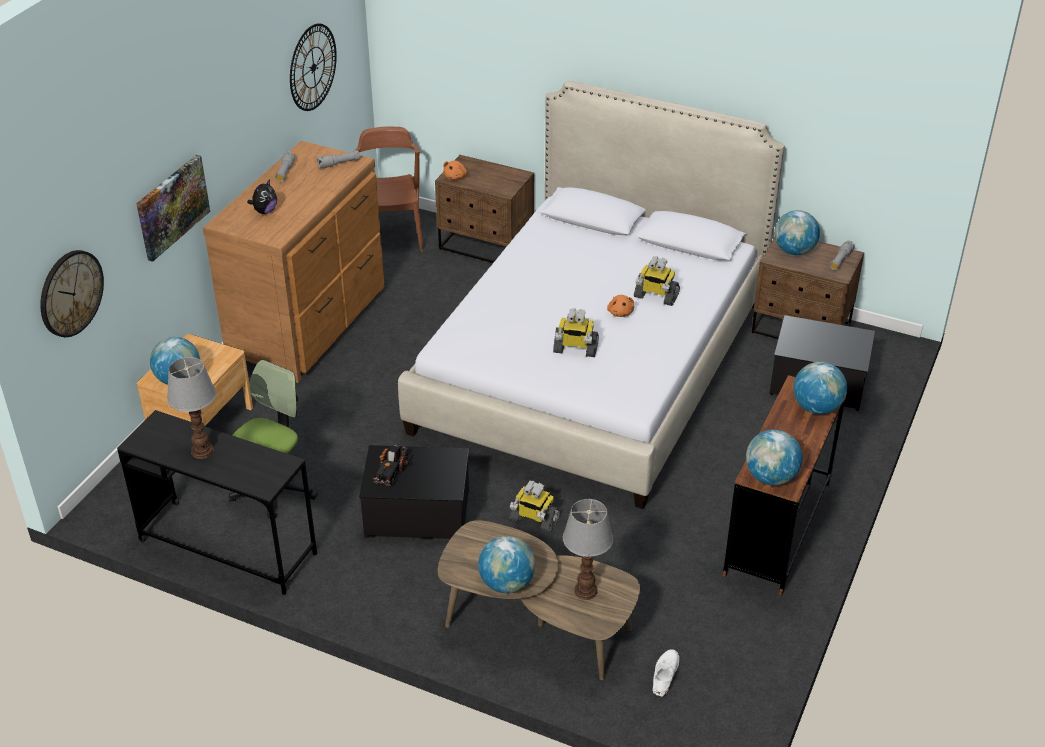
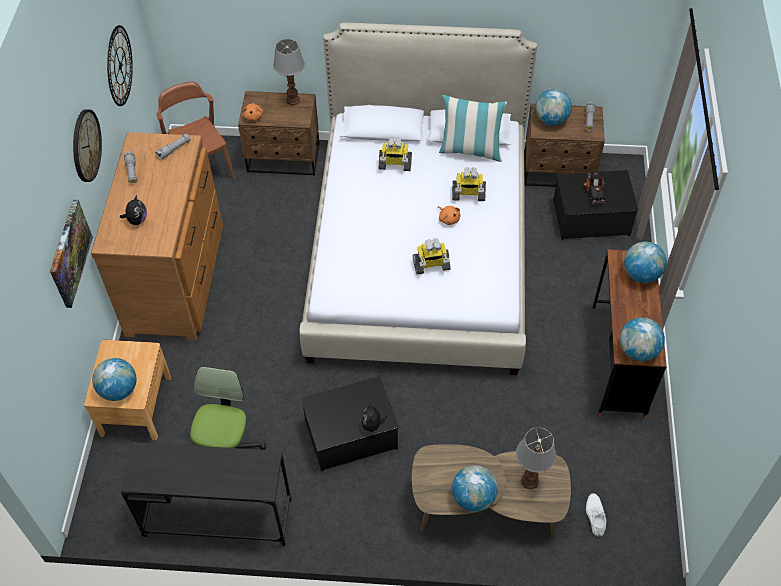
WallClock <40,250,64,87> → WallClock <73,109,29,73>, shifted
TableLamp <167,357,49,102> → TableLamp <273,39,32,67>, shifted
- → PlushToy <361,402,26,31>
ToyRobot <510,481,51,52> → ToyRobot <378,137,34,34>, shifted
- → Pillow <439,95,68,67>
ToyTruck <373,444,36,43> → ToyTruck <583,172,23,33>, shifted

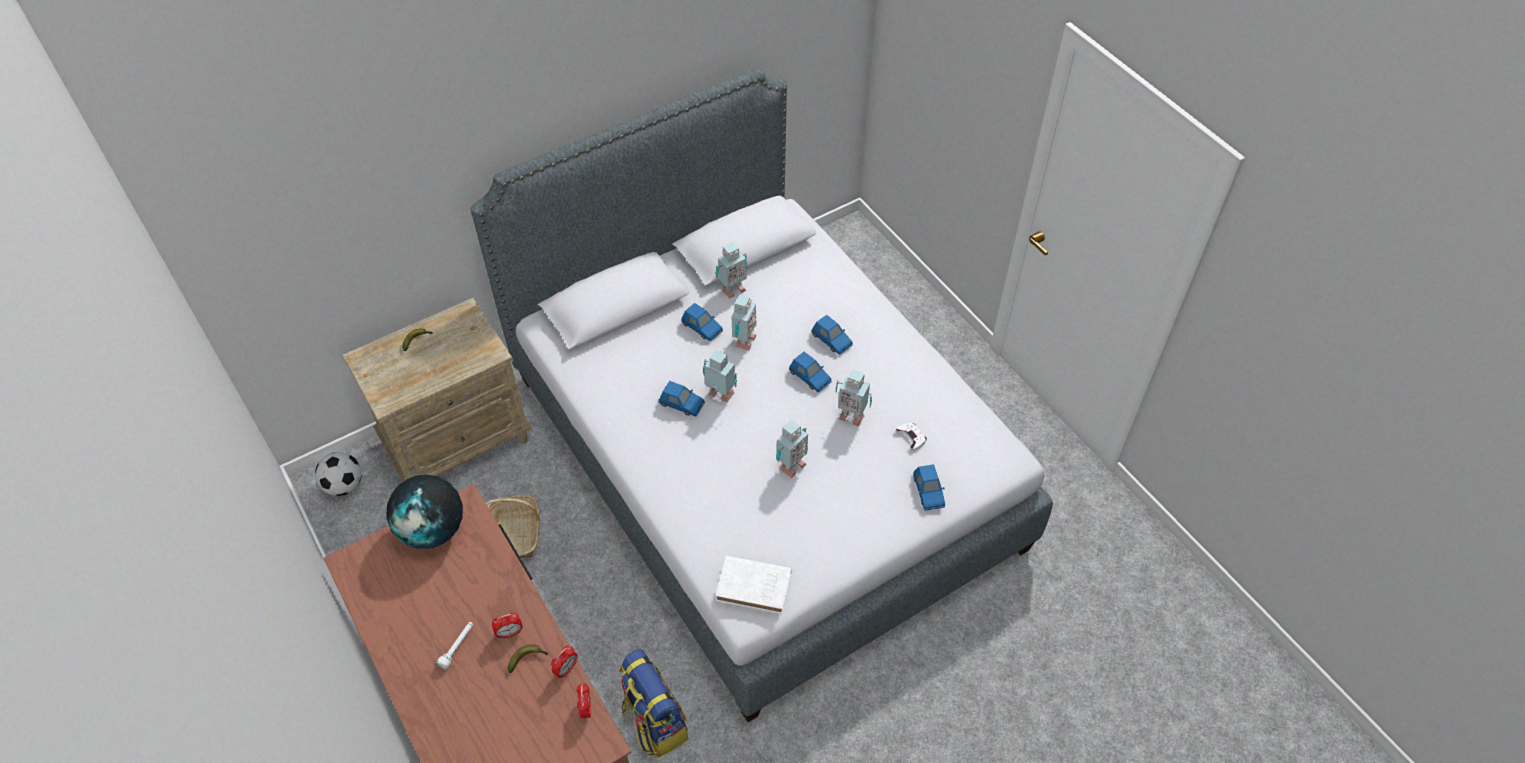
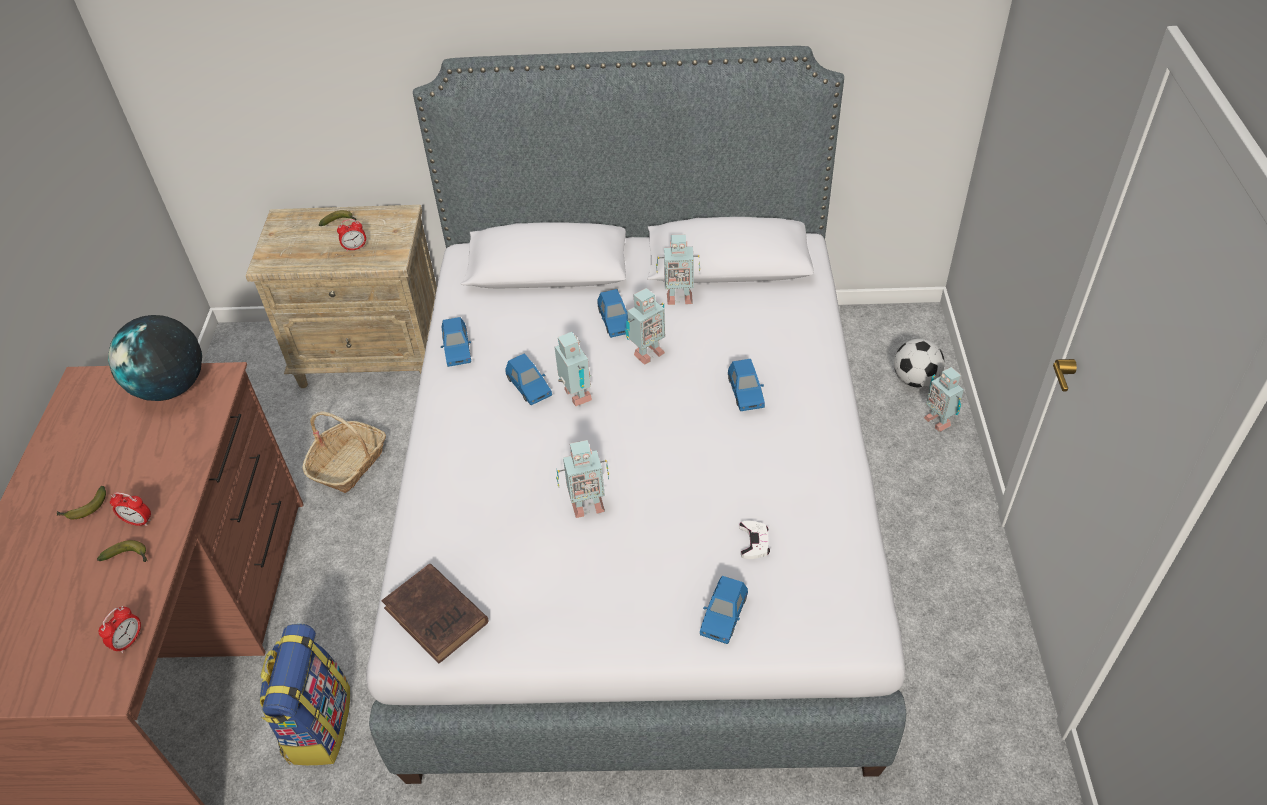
WhiteFlashlight <436,622,37,48> → Banana <57,486,49,33>
AlarmClock <551,646,27,32> → AlarmClock <337,219,29,33>, shifted
WhiteBook <716,556,76,58> → BrownBook <382,564,106,99>
BlueToyCar <789,352,43,40> → BlueToyCar <441,317,30,50>, shifted
Football <315,452,47,44> → Football <894,339,51,49>, shifted
ToyRobot <836,370,36,57> → ToyRobot <924,367,40,65>, shifted

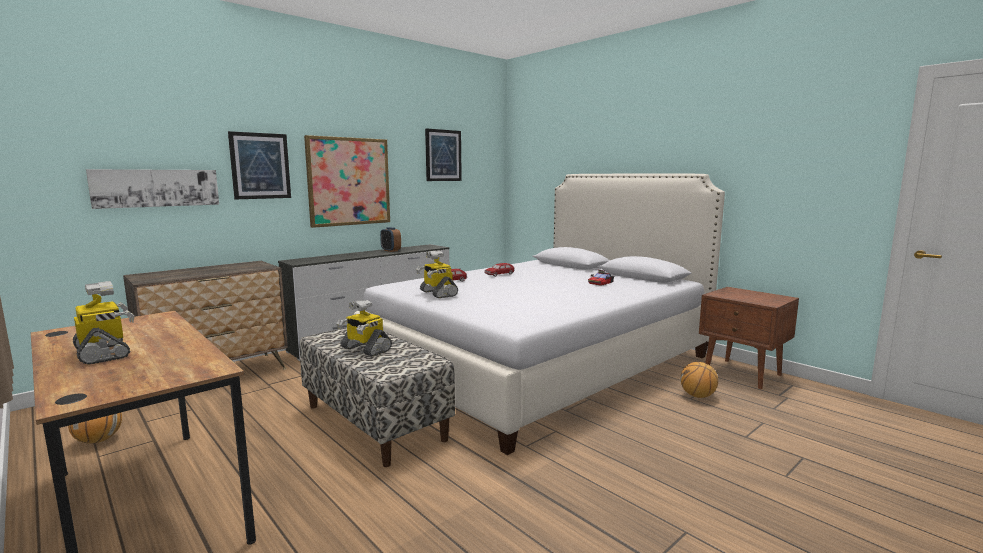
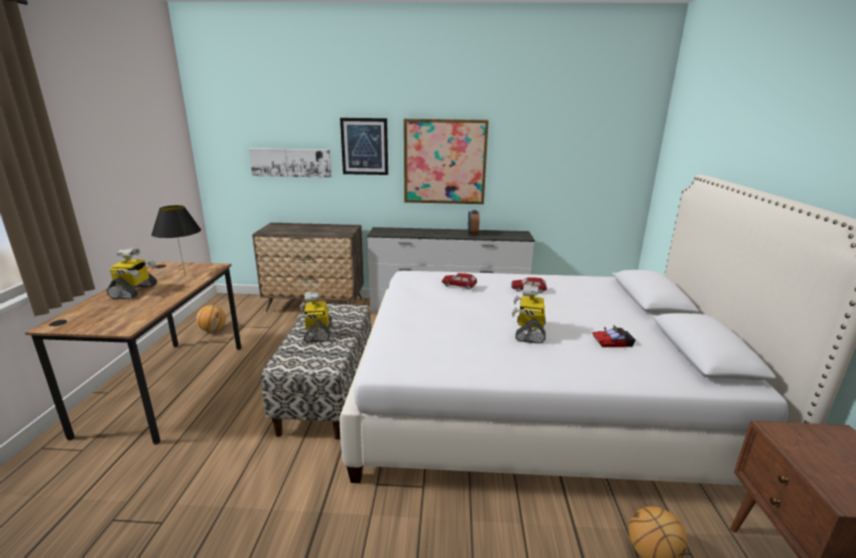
- → BlackTableLamp <151,205,50,69>
ToyRobot <416,251,42,47> → ToyRobot <512,284,34,60>, shifted
Picture <425,128,37,53> → -

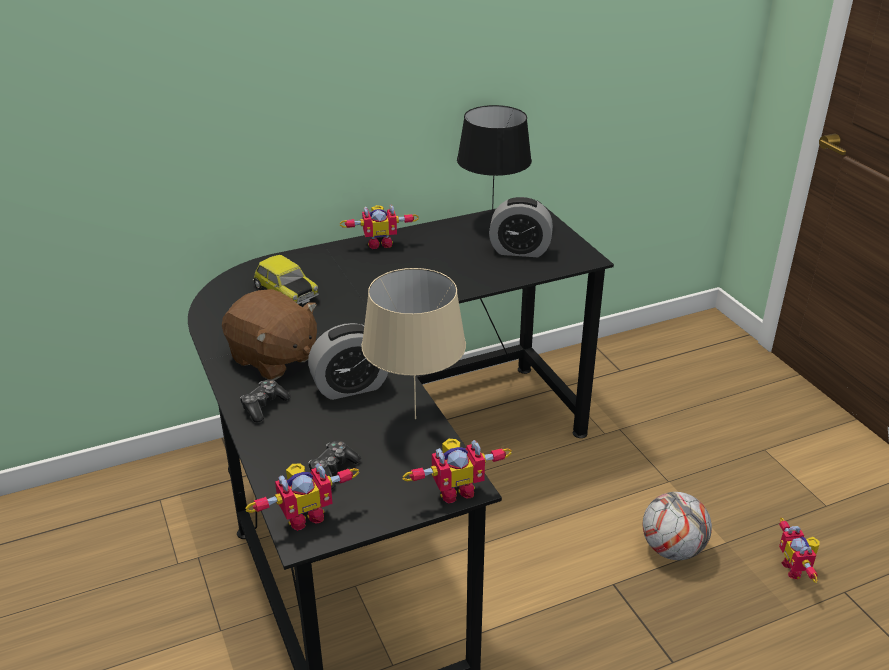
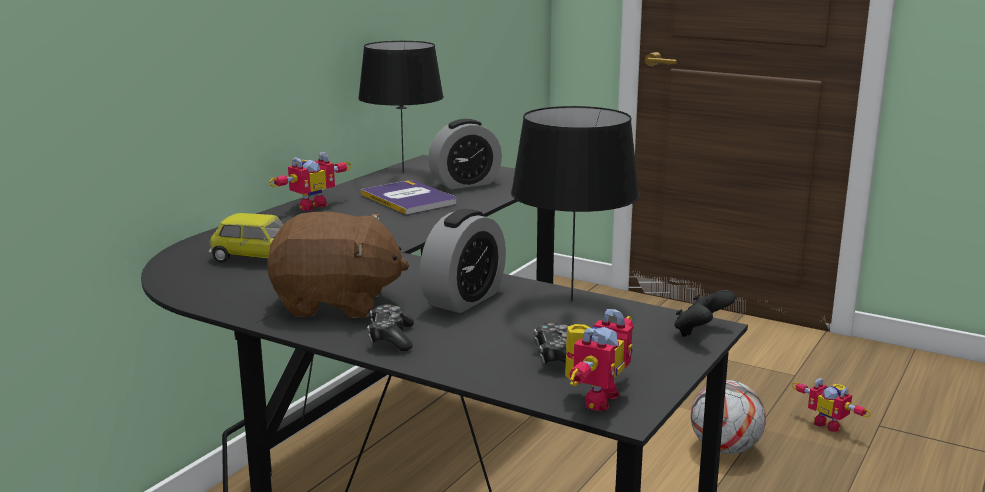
- → Book <360,180,96,35>
BeigeTableLamp <361,268,105,151> → BlackTableLamp <511,106,128,196>
ToyRobot <403,439,109,65> → BlackGameController <674,290,62,47>

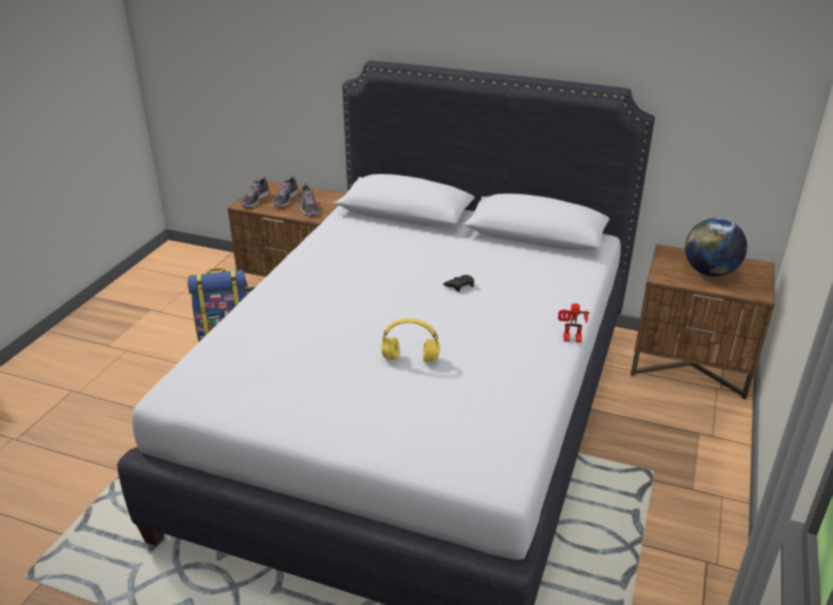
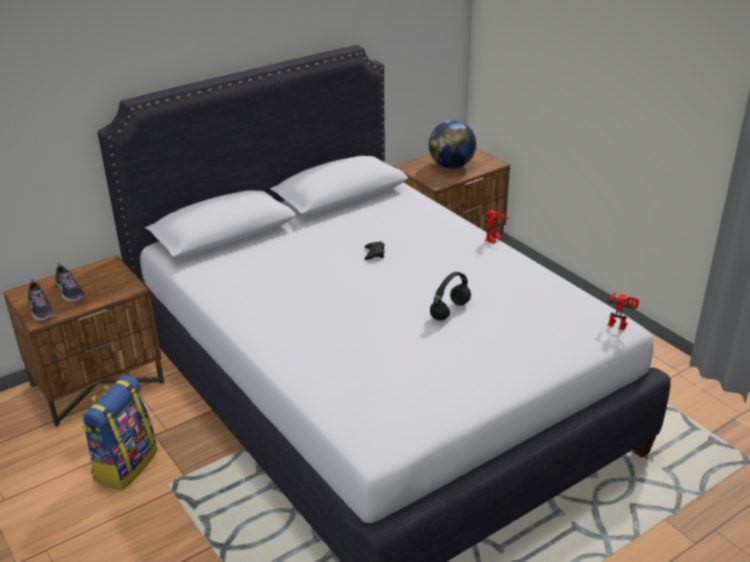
YellowHeadphones <381,318,59,44> → BlackHeadphones <430,272,41,49>
- → ToyRobot <607,293,32,37>
Shoe <300,183,19,32> → -

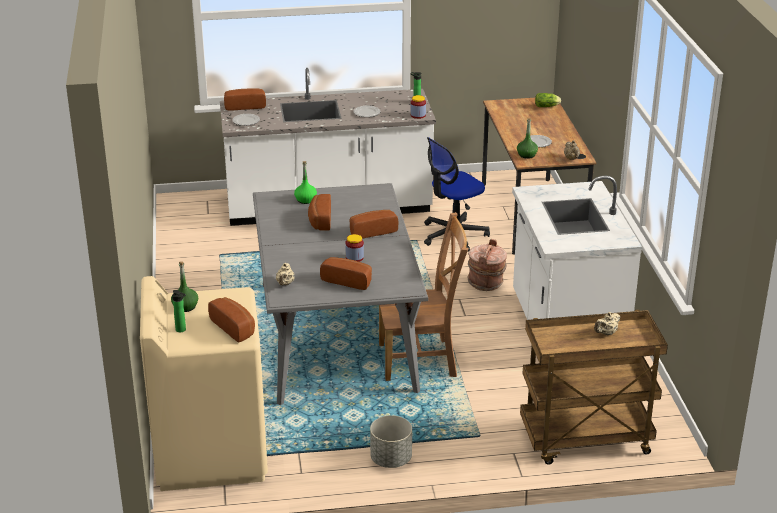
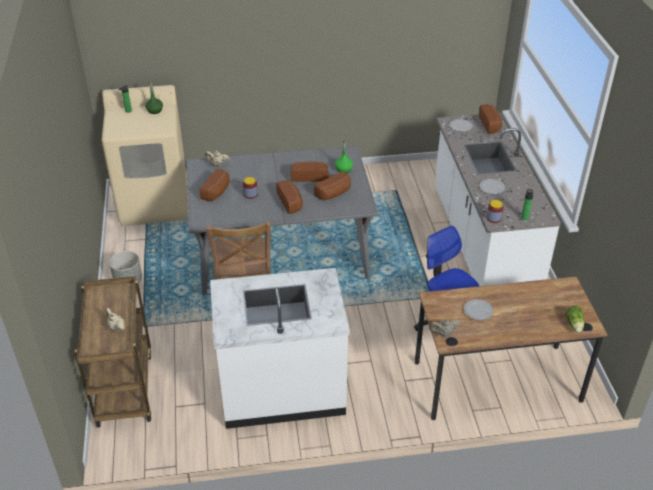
Bread <208,297,47,45> → Bread <314,172,37,29>, shifted
BrownBucket <468,239,39,52> → -
GreenBottle <517,118,21,41> → -

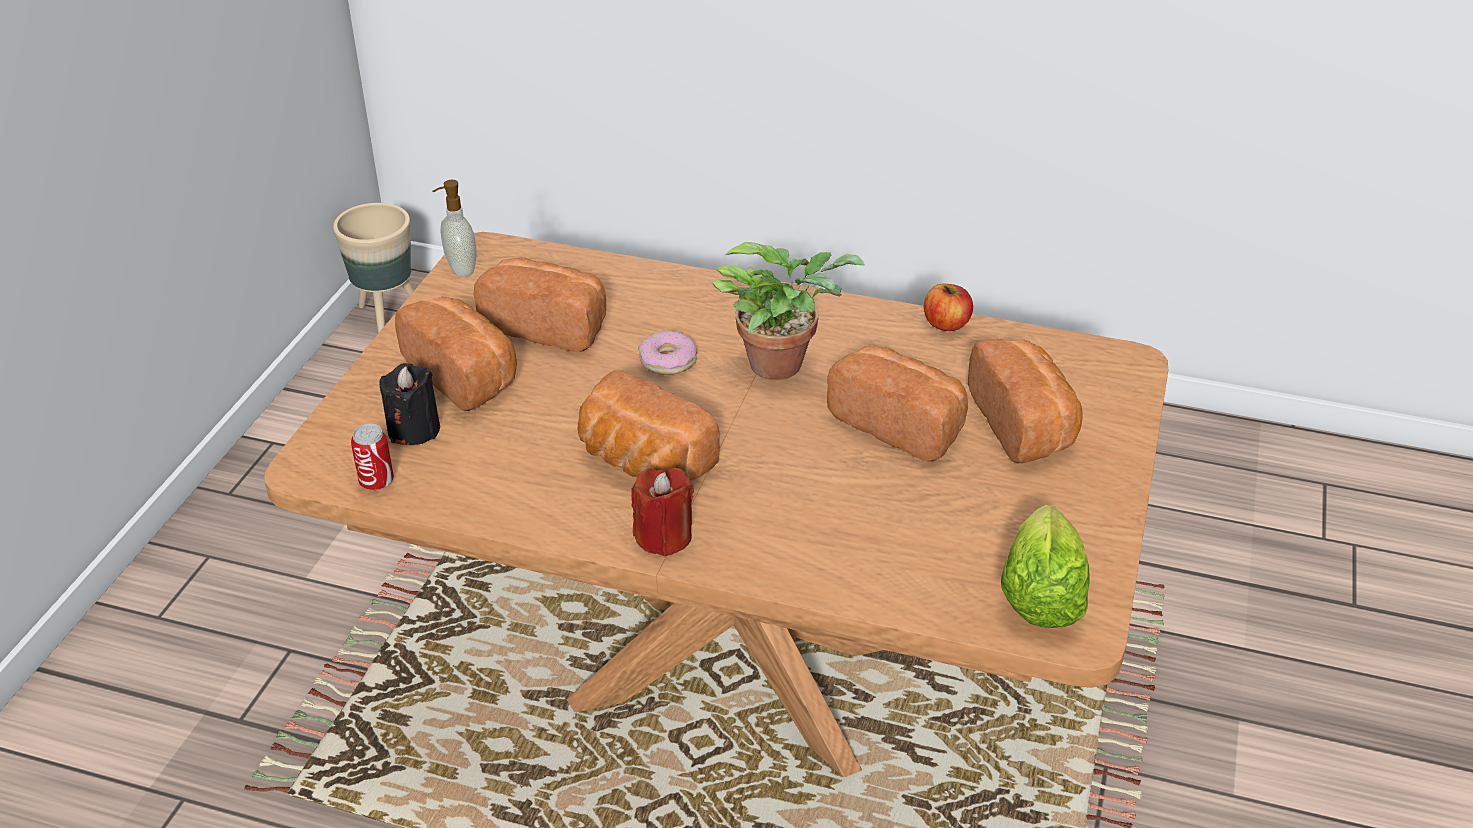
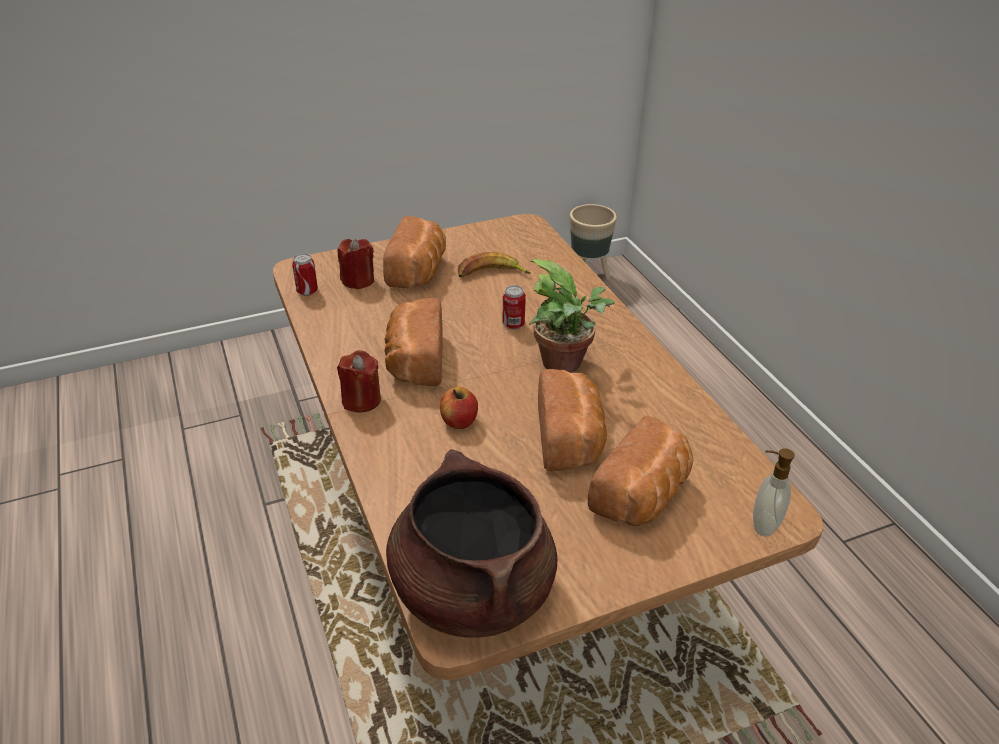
BlackCandle <379,363,61,82> → RedCandle <337,238,37,51>
Lettuce <1001,505,89,123> → BrownCookingPot <386,449,171,189>
Apple <924,284,49,47> → Apple <440,387,38,42>, shifted
Bread <473,257,133,95> → Banana <458,252,73,25>
Donut <638,331,59,44> → Can <502,285,24,44>
SoapDispenser <432,180,45,97> → SoapDispenser <753,448,42,89>, shifted

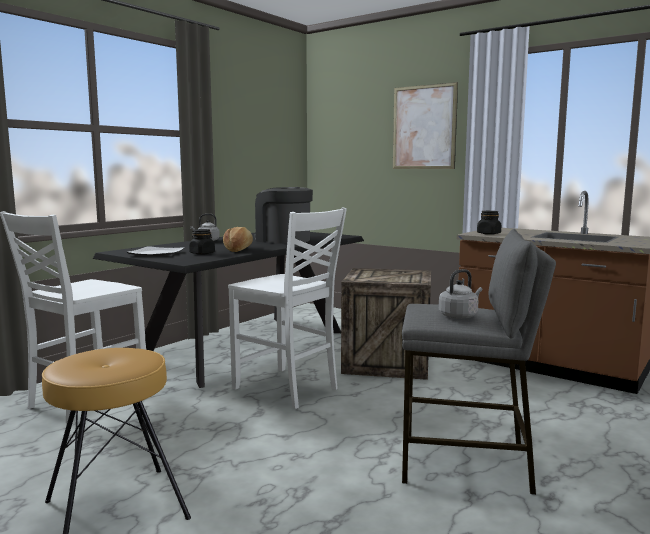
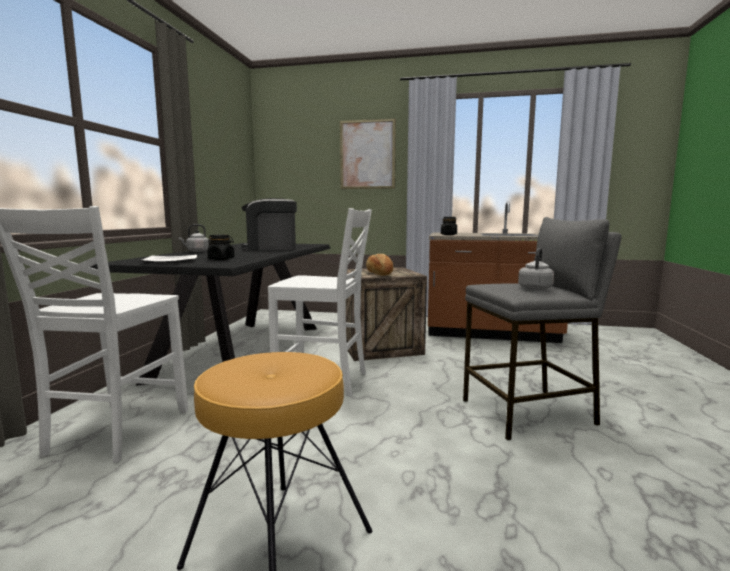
Bread <223,227,30,25> → Bread <366,254,28,21>, shifted

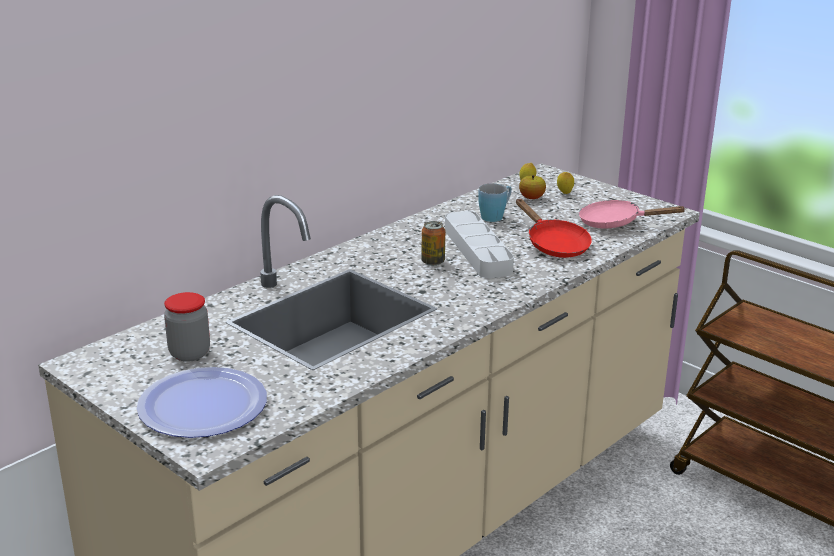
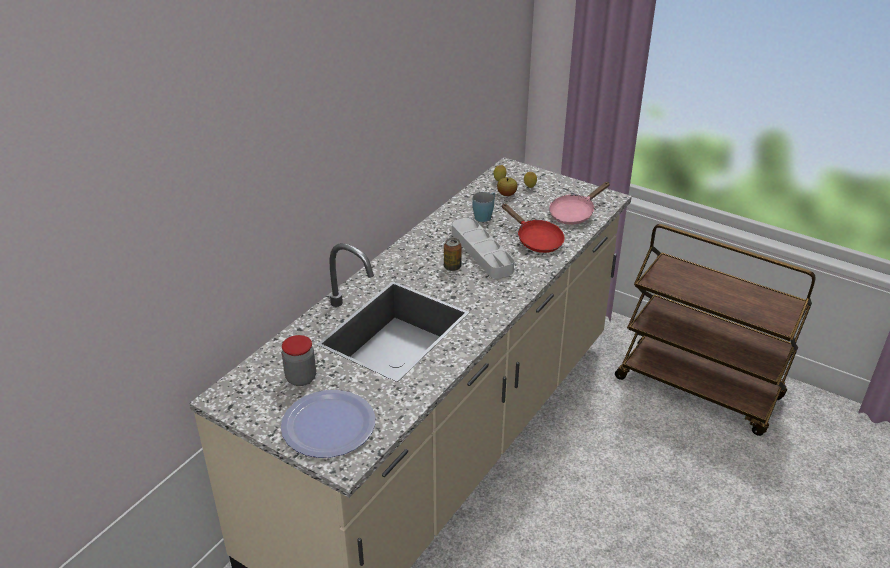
PinkFryingPan <579,200,108,28> → PinkFryingPan <549,182,61,43>, 45 degrees counterclockwise

